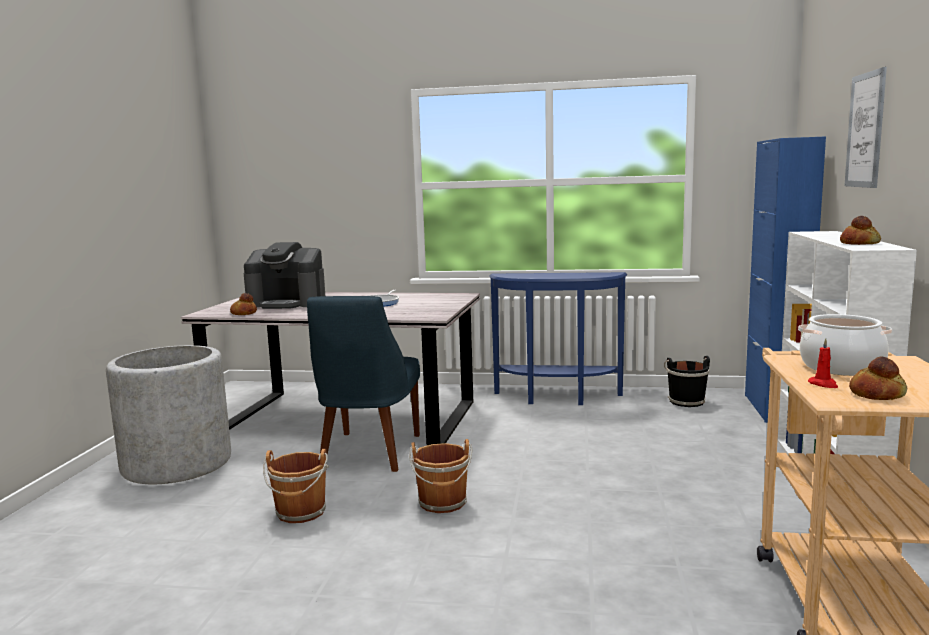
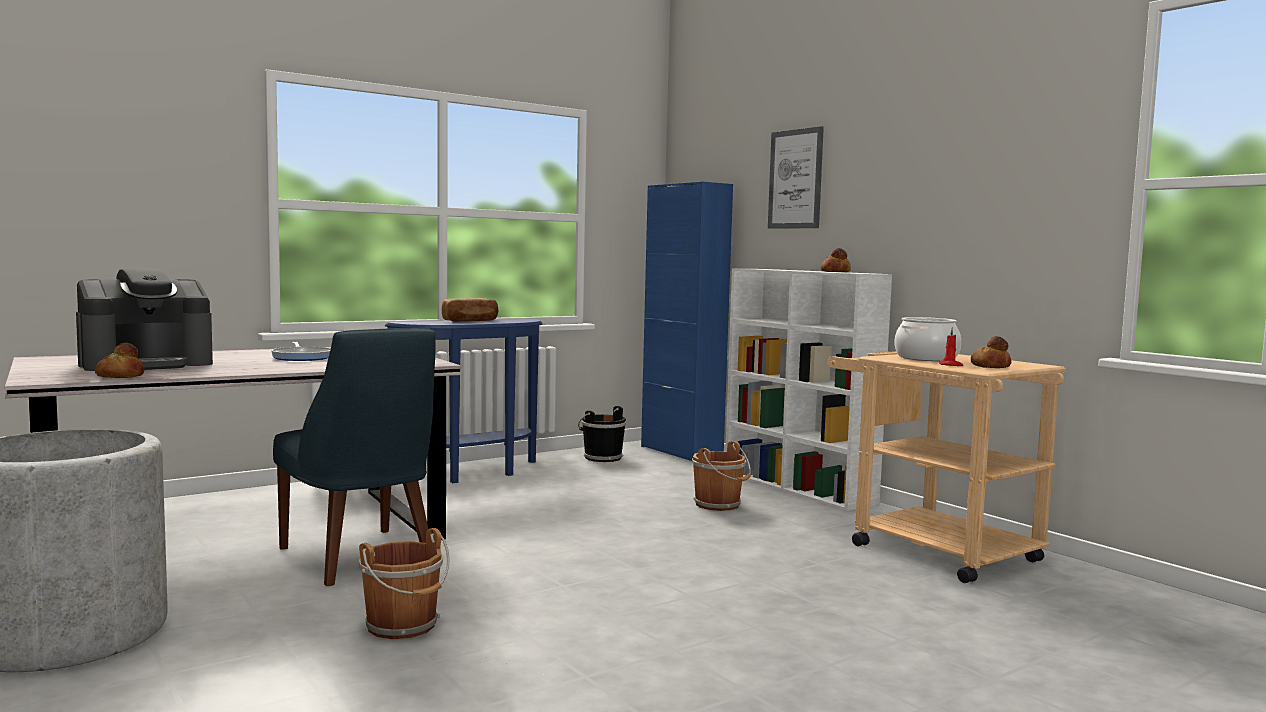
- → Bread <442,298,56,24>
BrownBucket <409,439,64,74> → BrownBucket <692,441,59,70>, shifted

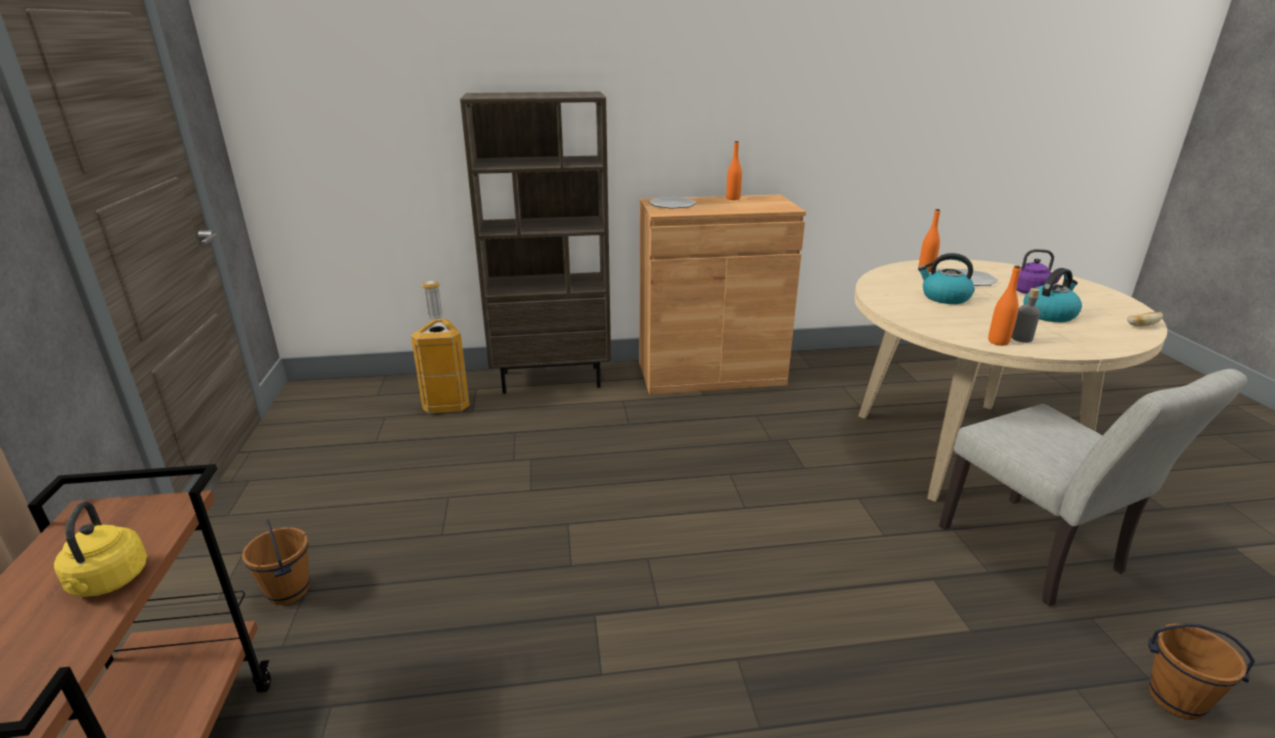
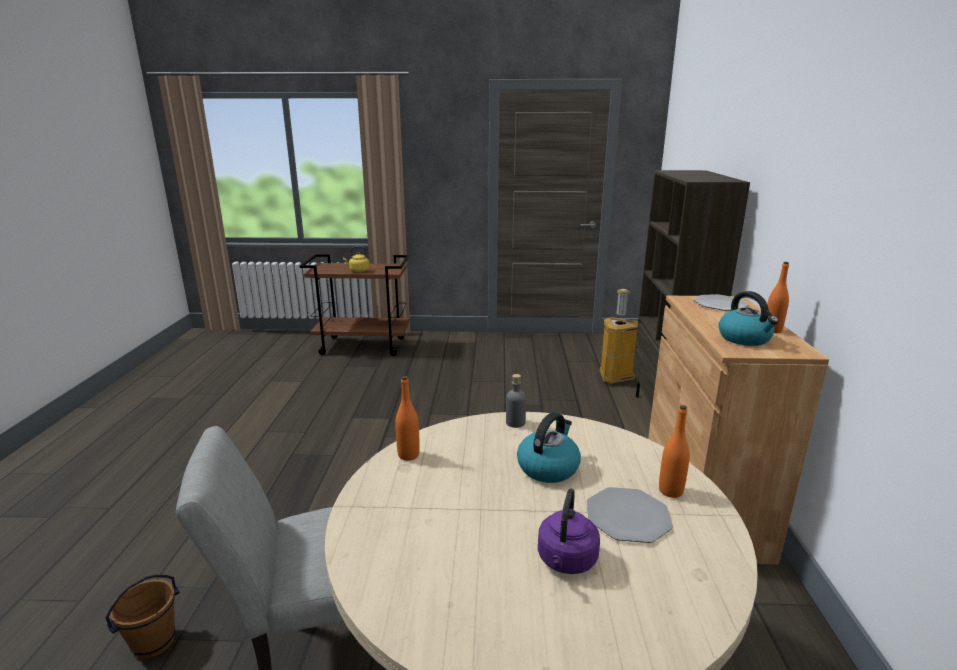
GreyBottle <1011,288,29,55> → GreyBottle <506,374,20,54>, shifted
Kettle <1023,268,59,54> → Kettle <718,291,61,55>, shifted
BrownBucket <242,520,68,85> → -
Bread <1127,312,36,15> → -

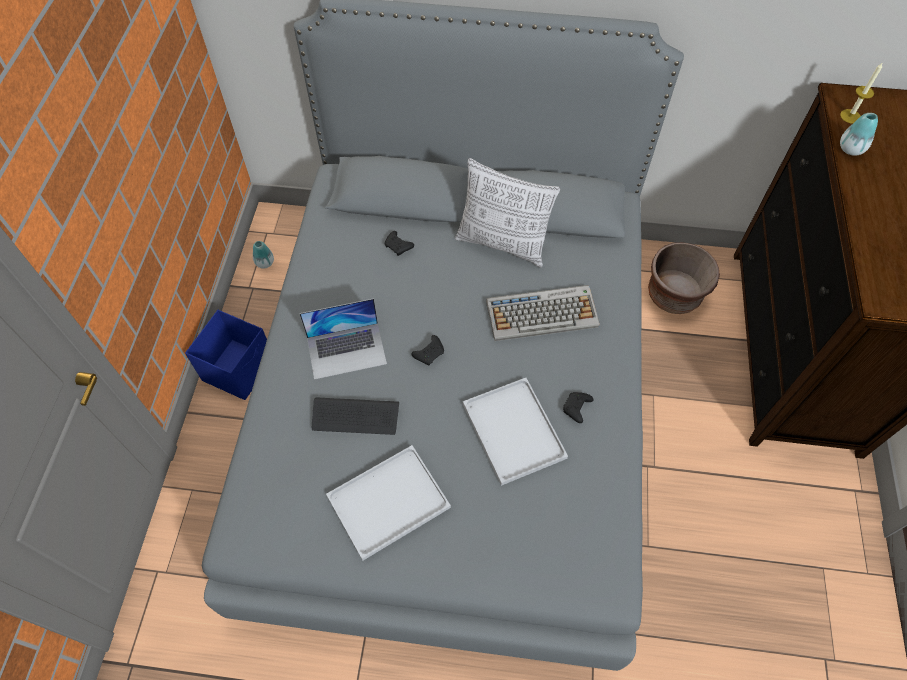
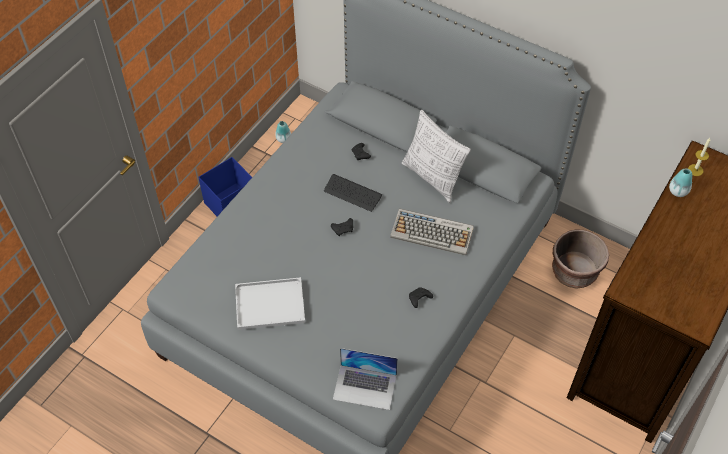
Keyboard <312,397,87,38> → Keyboard <324,174,58,38>, shifted
Laptop <299,298,88,82> → Laptop <333,348,65,62>, shifted
WhiteTray <463,378,105,108> → -

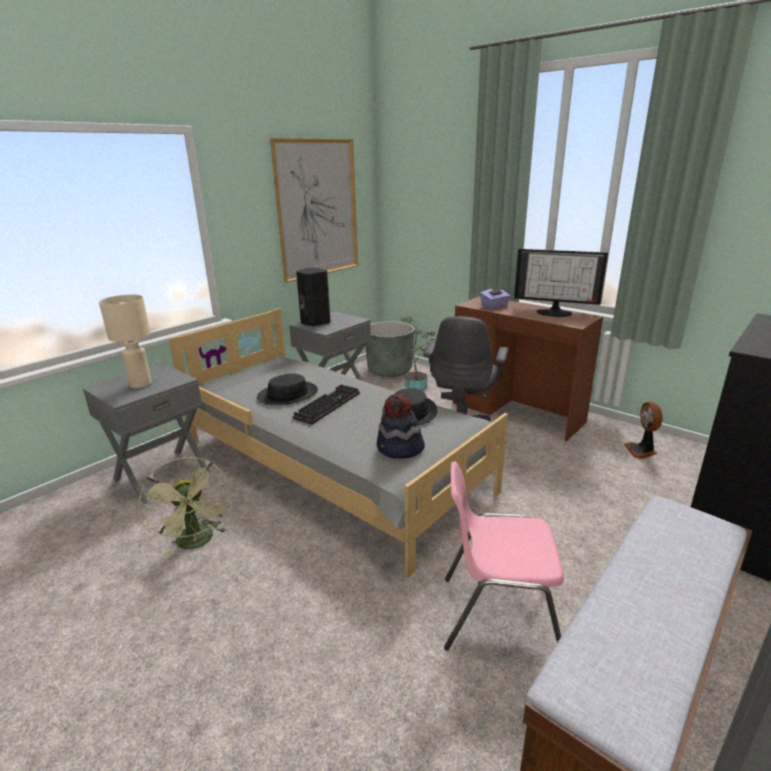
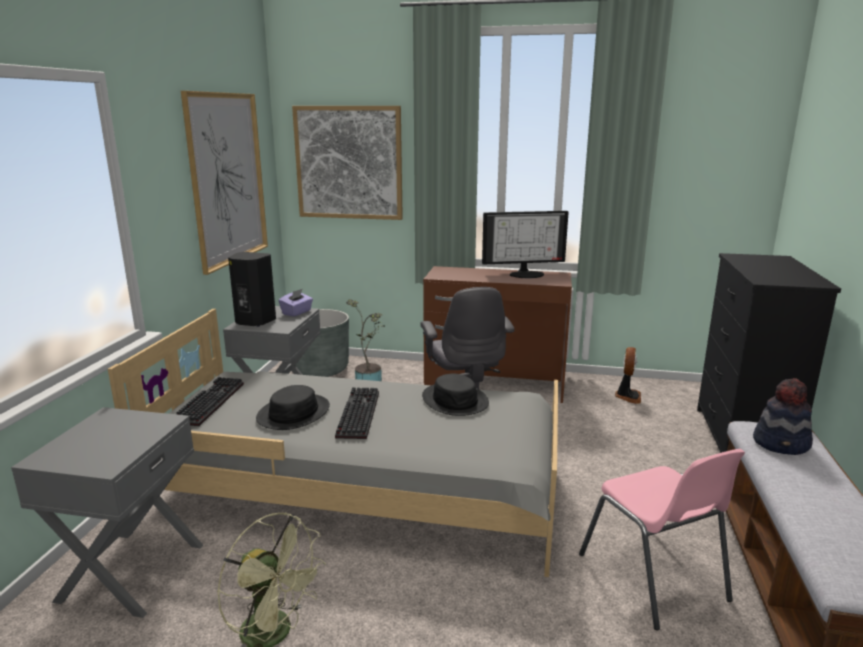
- → Keyboard <176,377,68,49>
PurpleTissueBox <480,286,31,23> → PurpleTissueBox <279,289,34,27>, shifted
- → Picture <292,106,111,114>
PinkChair <444,461,120,189> → PinkChair <579,449,166,181>, 90 degrees counterclockwise
Fan <624,401,39,58> → Fan <615,347,26,57>, 135 degrees counterclockwise
Hat <377,394,48,65> → Hat <753,378,60,77>, shifted
BeigeTableLamp <99,295,53,93> → -

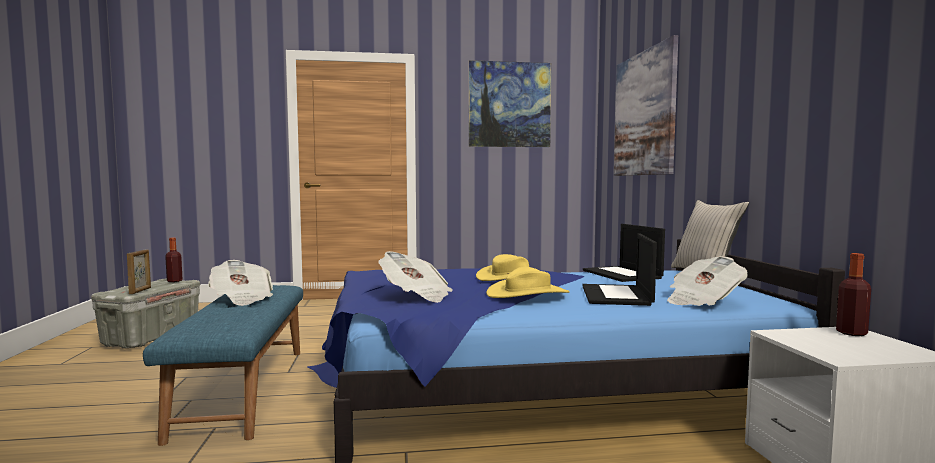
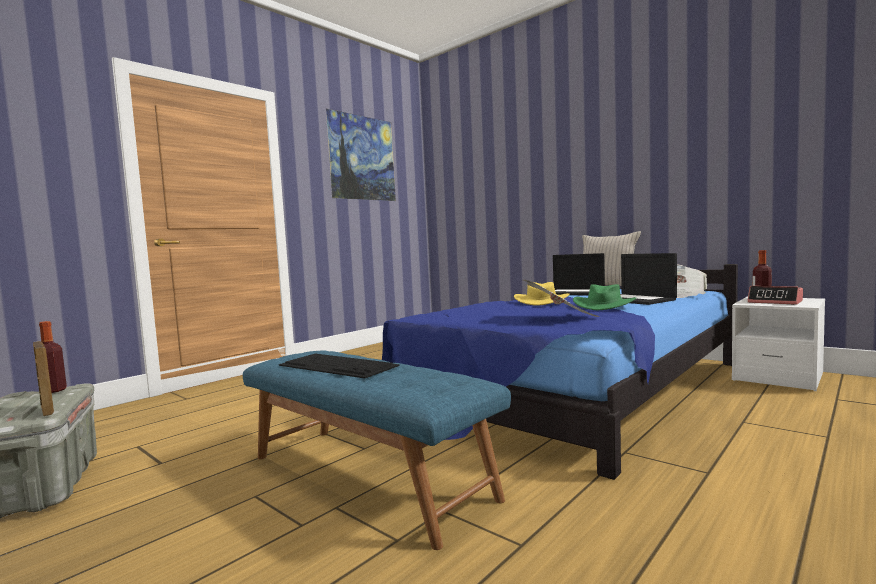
Newspaper <208,260,65,46> → Keyboard <279,354,121,24>
YellowHat <486,267,84,31> → GreenHat <573,284,63,26>
- → AlarmClock <747,286,56,19>
Picture <614,35,64,141> → -

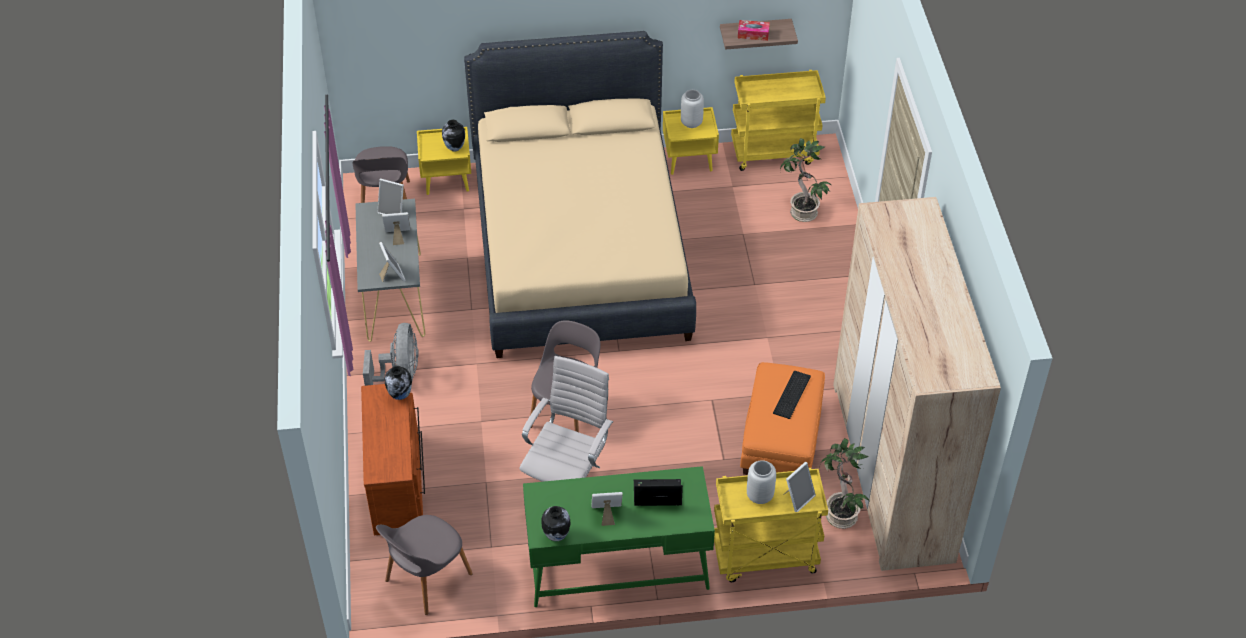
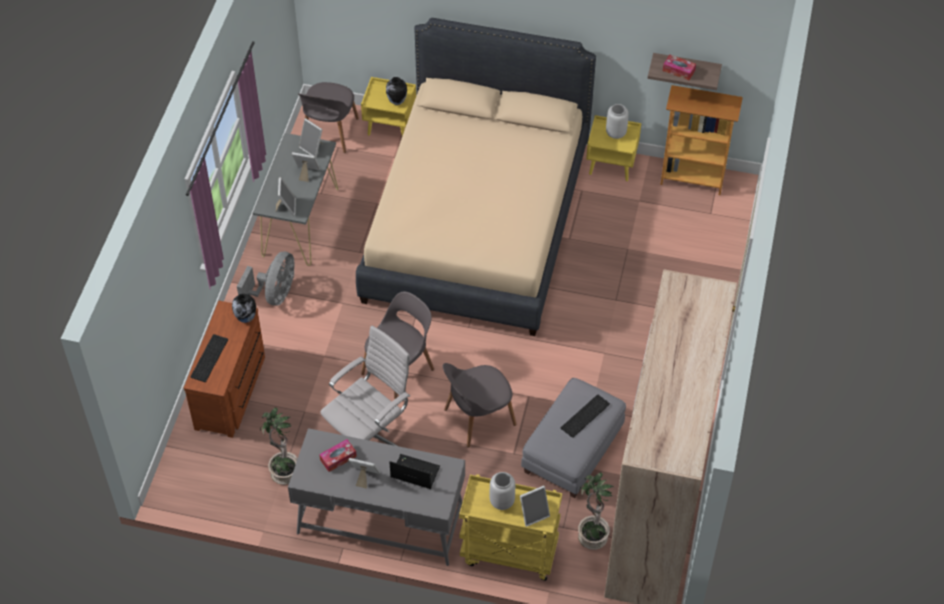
- → Keyboard <190,334,38,48>
PottedPlant <780,138,51,84> → PottedPlant <260,407,38,78>, shifted
GreenDesk <523,466,192,141> → GreyDesk <288,428,177,138>
- → TissueBox <319,439,38,33>
GreyChair <376,515,97,100> → GreyChair <443,363,74,84>, shifted
OrangeOttoman <740,362,85,113> → GreyOttoman <521,378,105,120>
YellowCart <731,70,95,101> → Bookcase <661,85,82,110>
Vase <541,506,30,35> → -

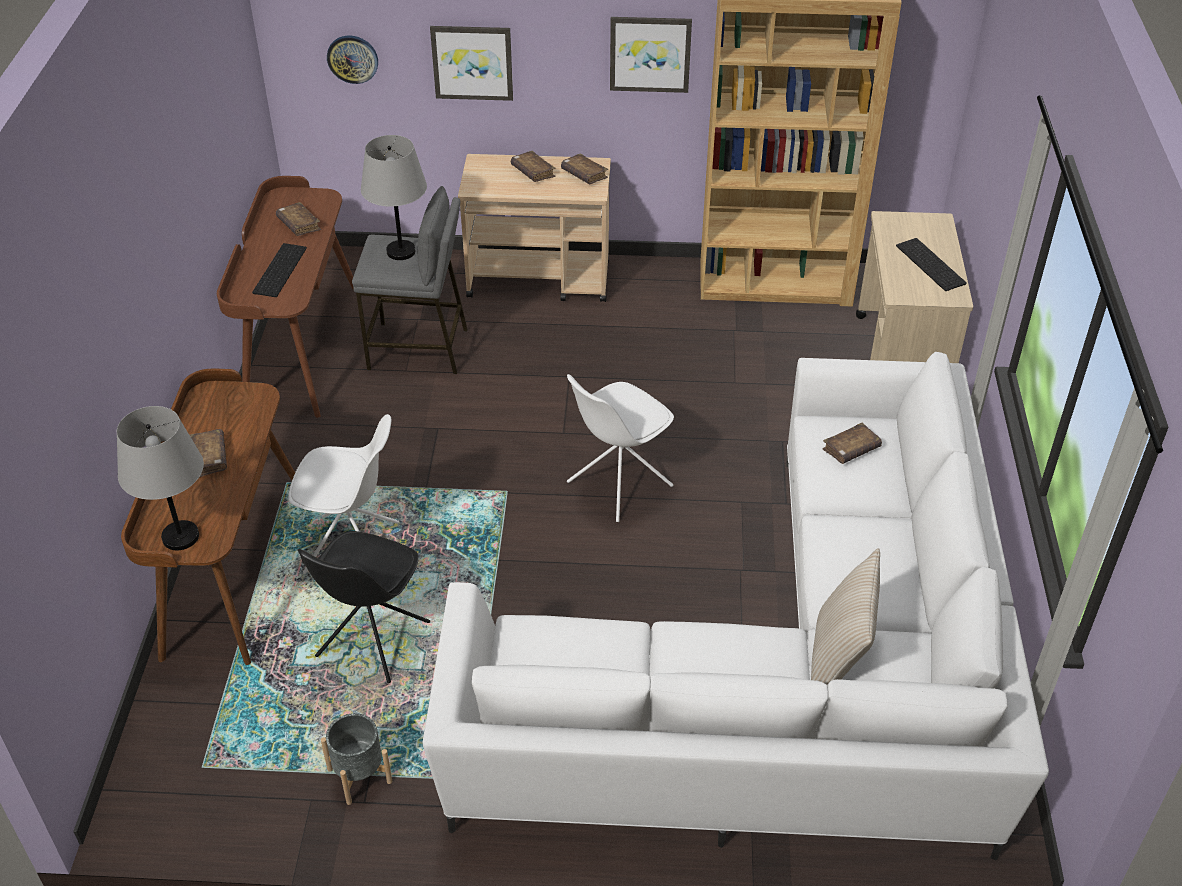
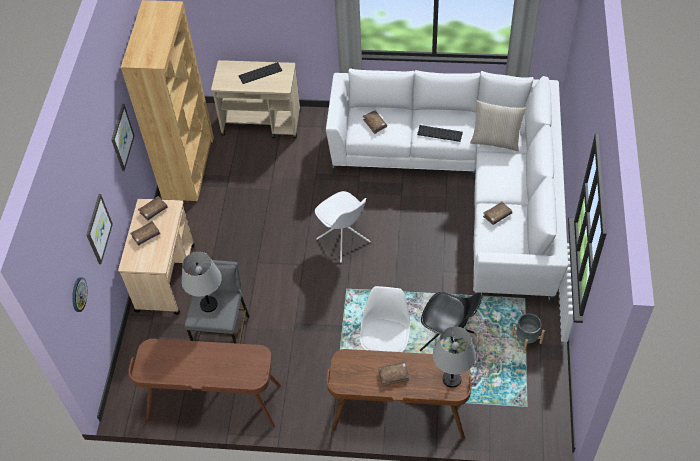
Keyboard <252,243,55,54> → Keyboard <417,125,46,17>, shifted
BrownBook <276,202,45,34> → BrownBook <483,201,29,24>, shifted

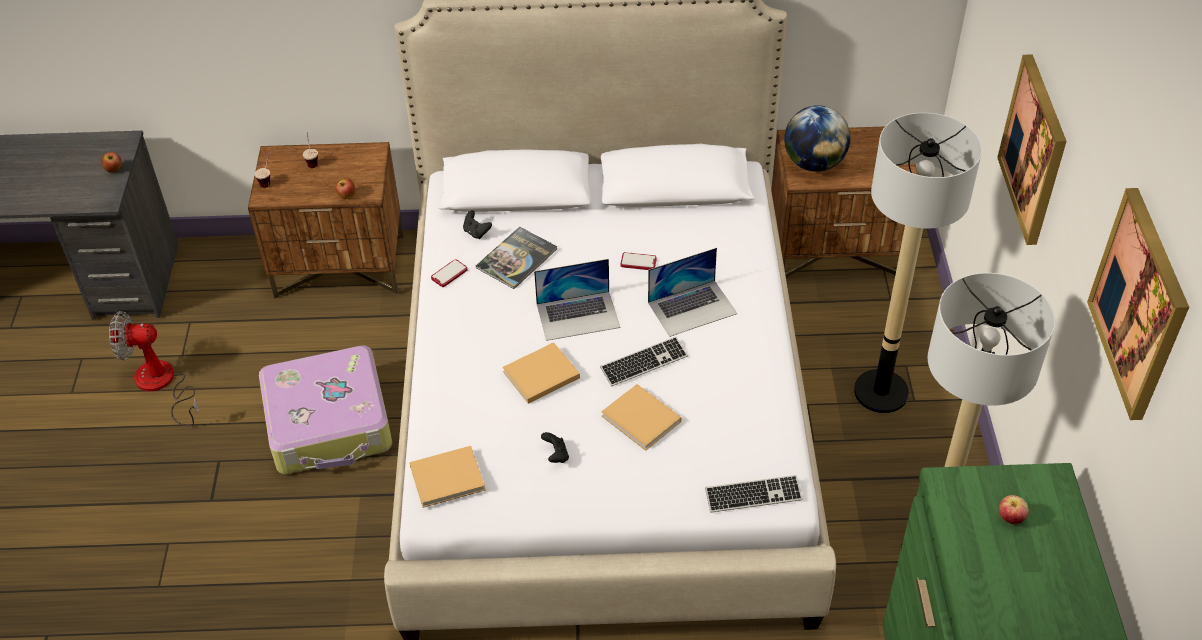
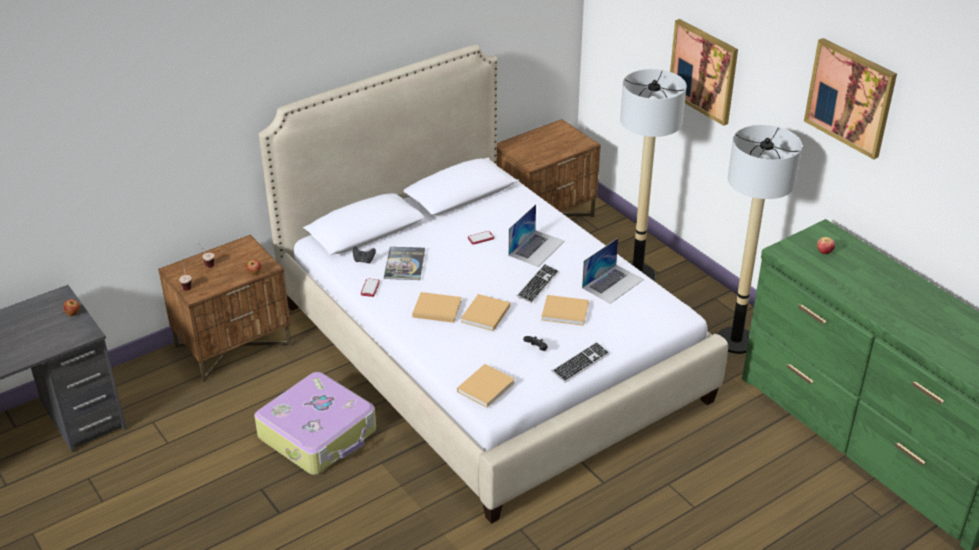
- → BeigeBook <412,292,50,31>
Keyboard <705,475,98,38> → Keyboard <552,342,58,41>, shifted
Laptop <534,259,86,82> → Laptop <582,238,62,66>, shifted
Fan <109,311,90,115> → -
Globe <784,105,66,67> → -

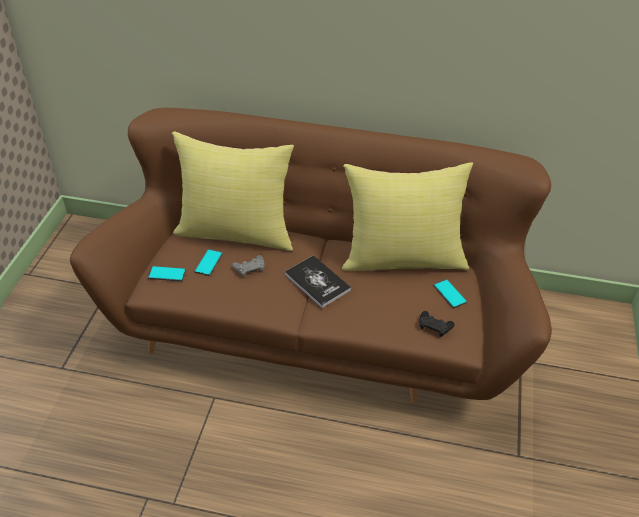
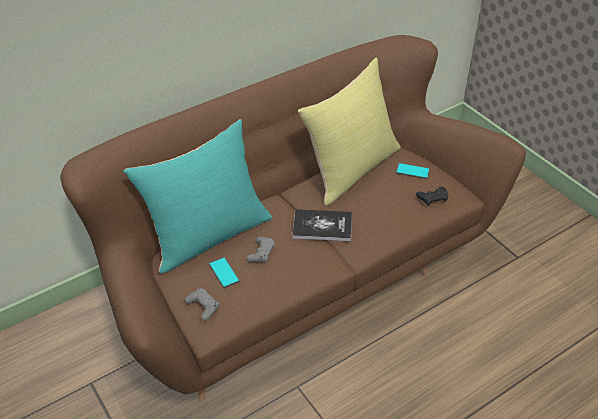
YellowPillow <172,132,122,119> → TurquoisePillow <123,119,149,154>
Phone <148,266,38,16> → GreyGameController <185,288,34,33>

